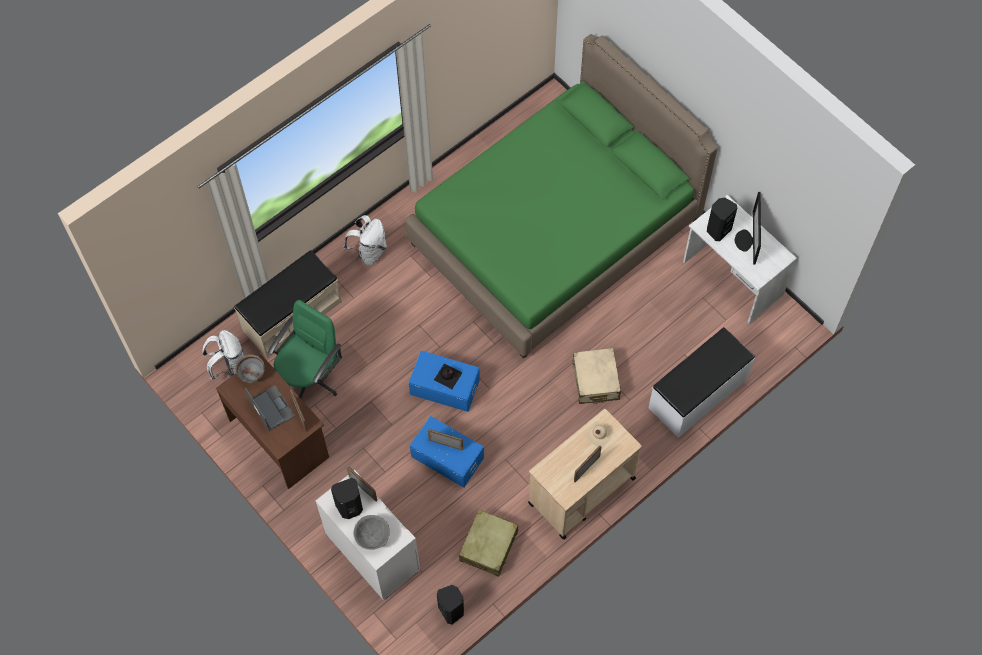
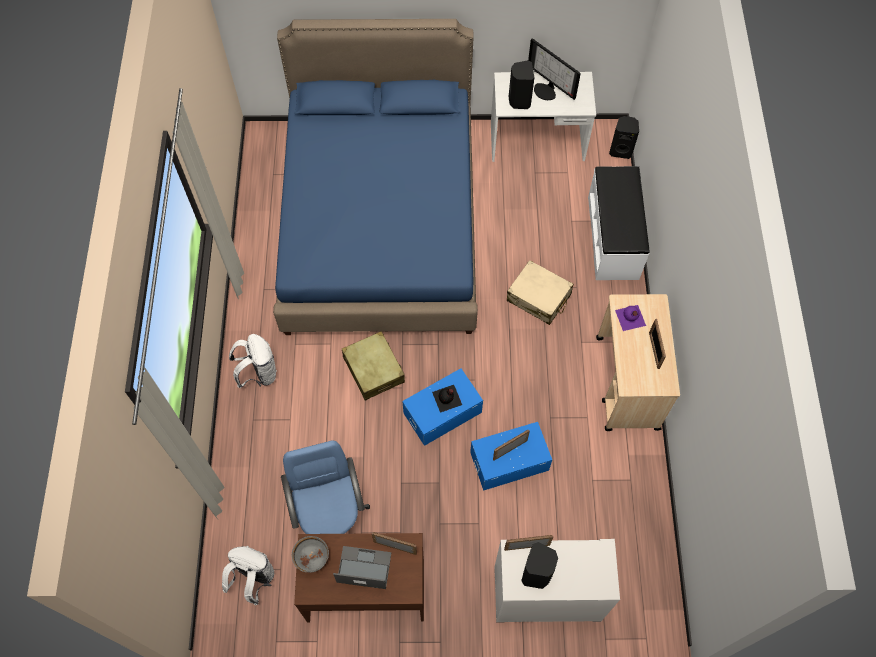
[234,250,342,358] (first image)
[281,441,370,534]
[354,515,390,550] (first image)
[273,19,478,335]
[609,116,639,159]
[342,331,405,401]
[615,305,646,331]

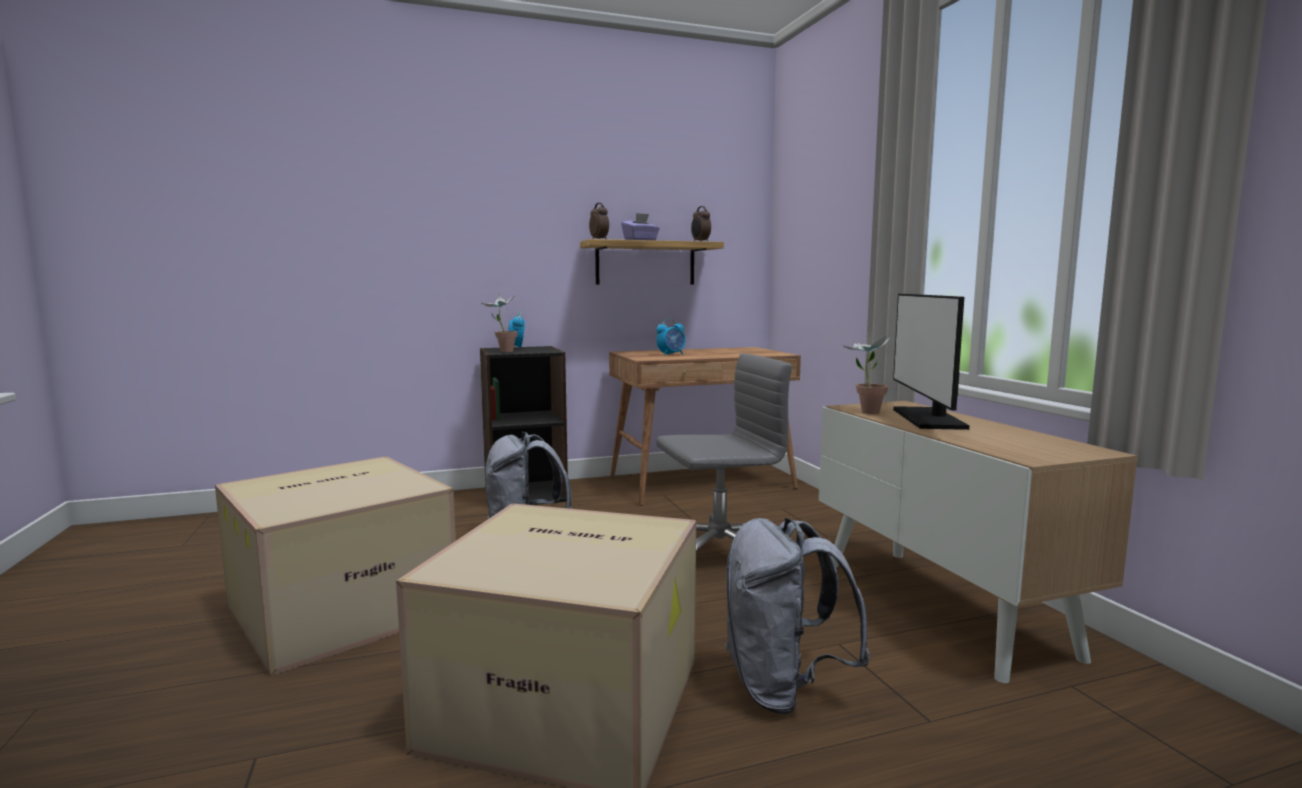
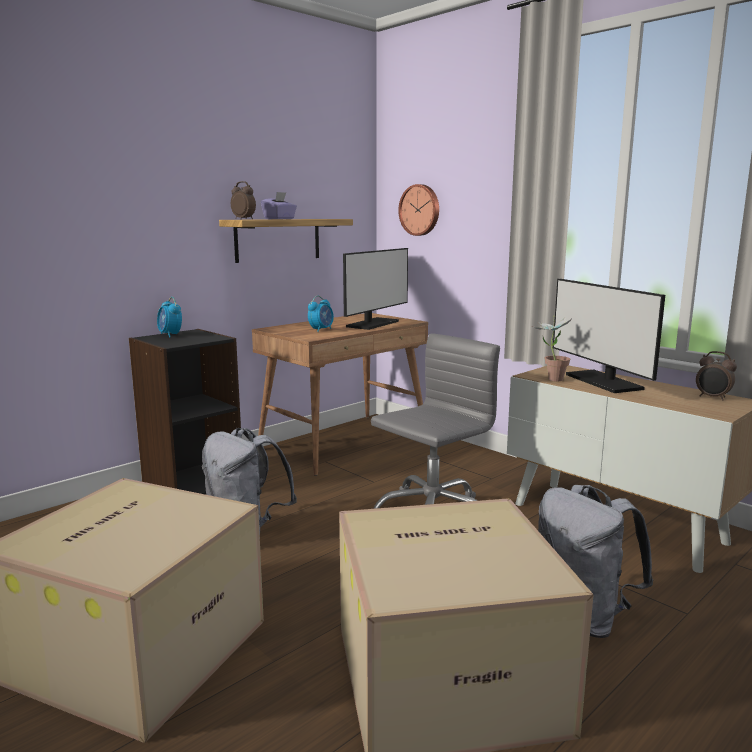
[480,293,518,352] (first image)
[696,351,737,401]
[343,248,408,330]
[398,184,439,236]

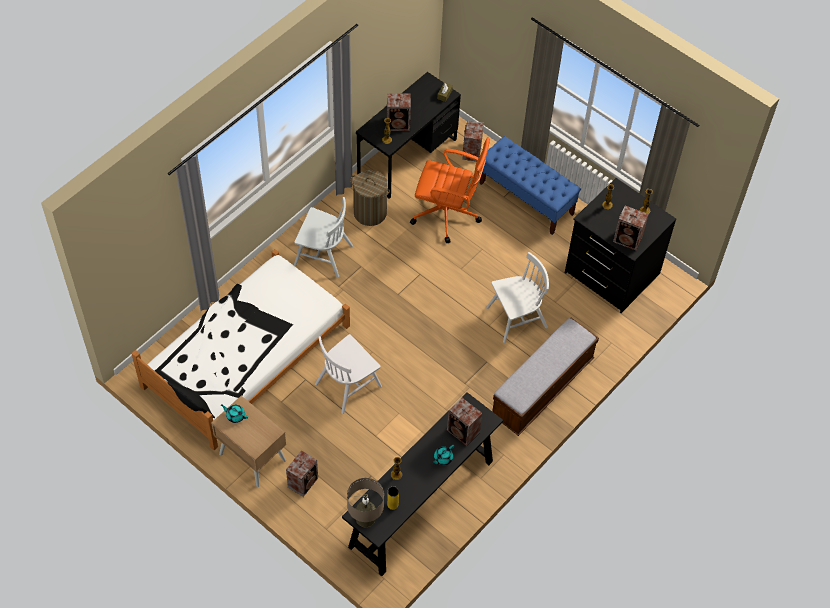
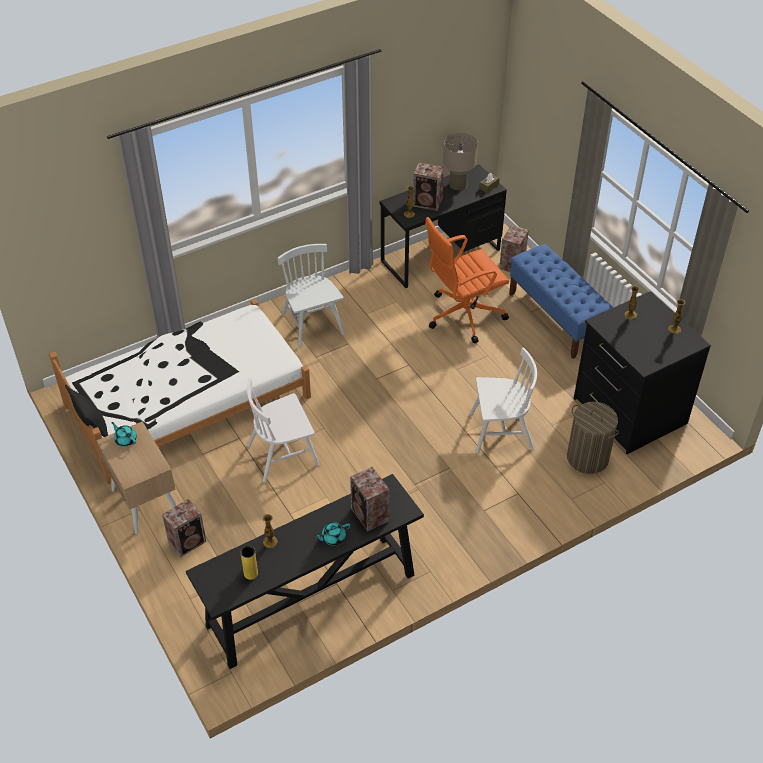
[278,244,345,348]
[443,133,478,190]
[567,402,619,474]
[425,217,509,343]
[492,318,599,436] (first image)
[613,206,649,250] (first image)

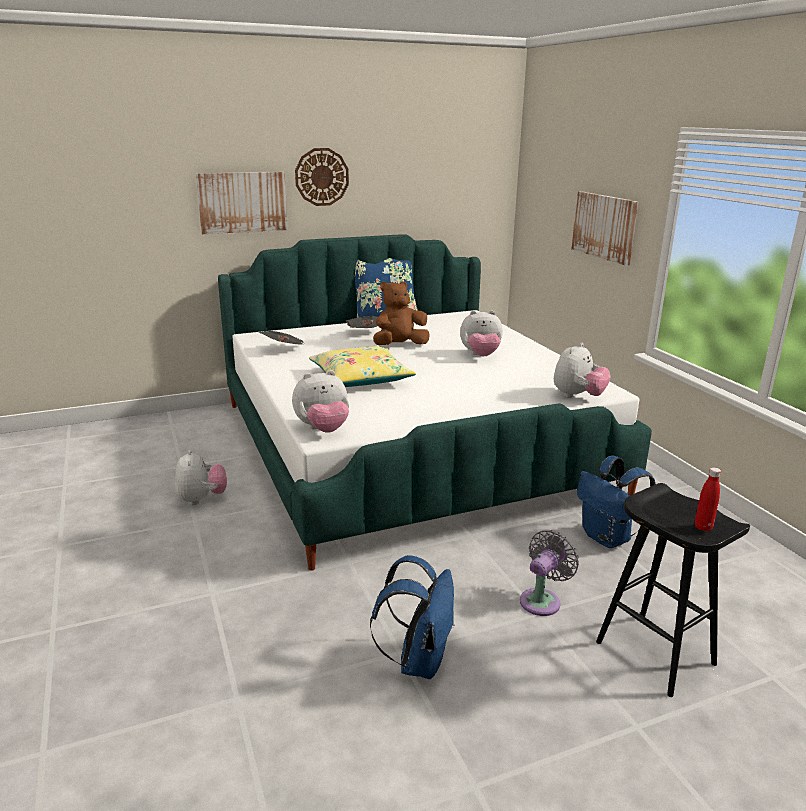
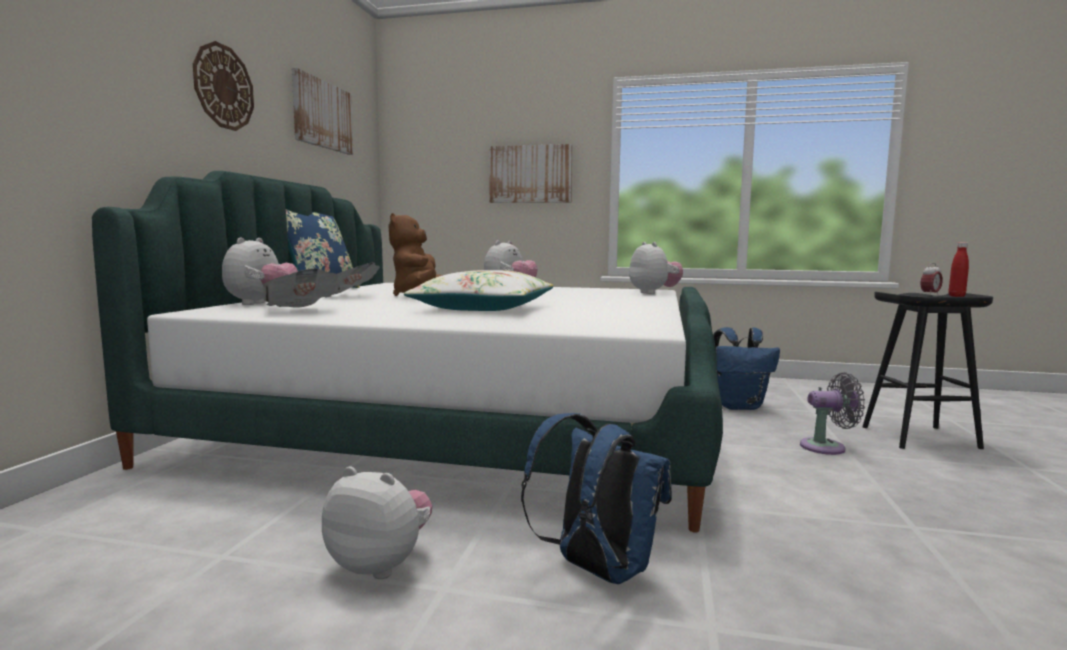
[292,68,353,155]
[222,237,298,305]
[404,270,554,311]
[521,413,672,584]
[800,372,865,455]
[921,263,943,295]

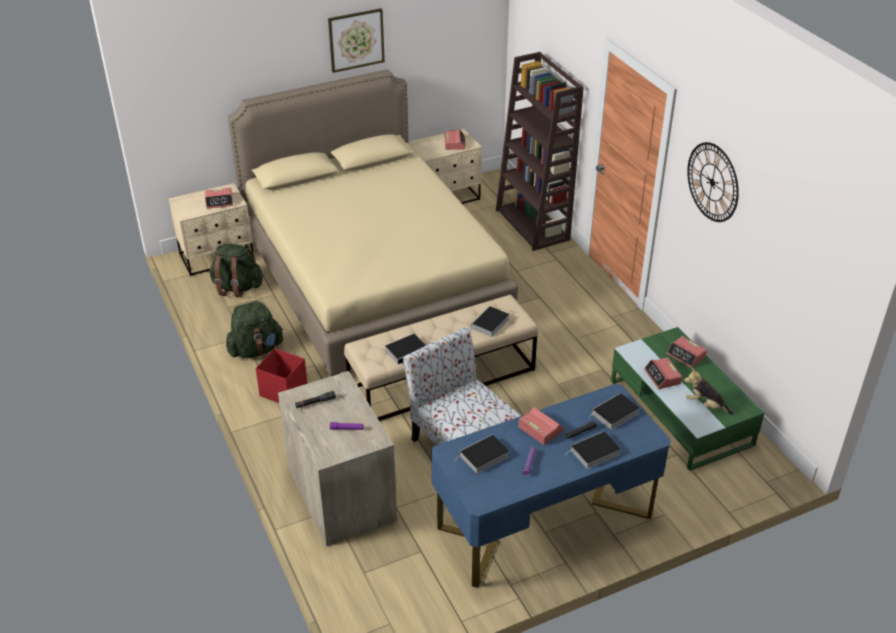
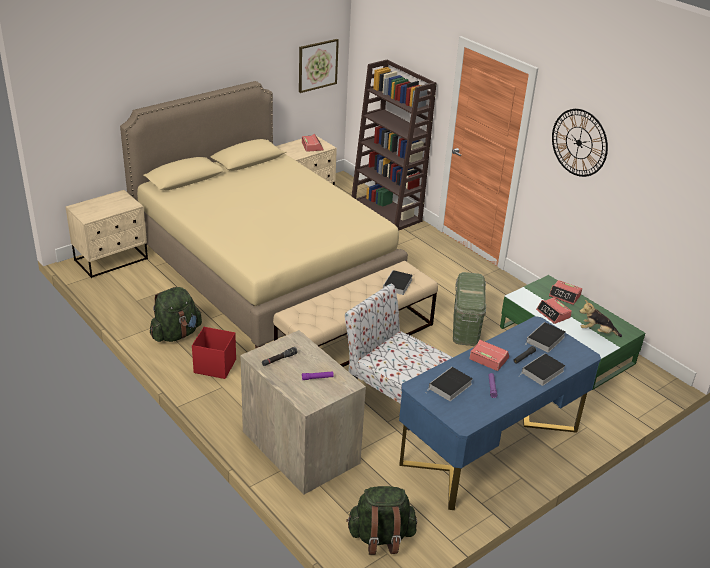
[205,188,233,209] (first image)
[346,486,417,555]
[299,39,339,93]
[385,334,426,364] (first image)
[453,272,486,346]

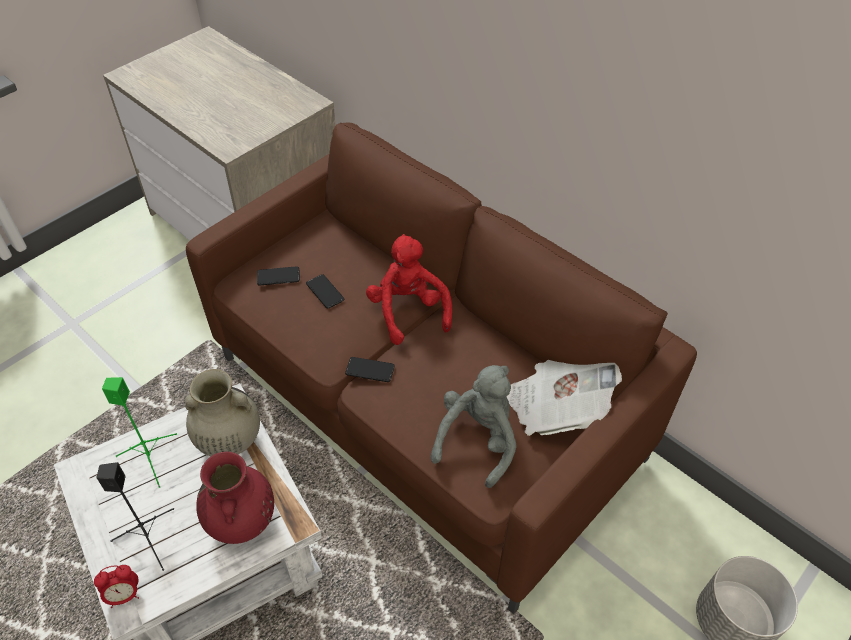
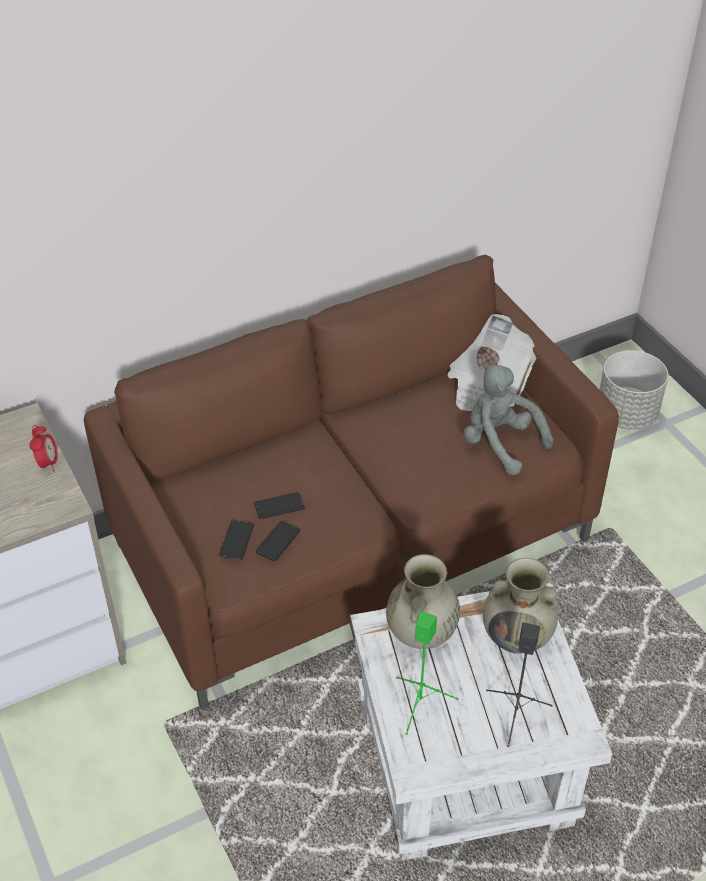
[29,425,58,472]
[483,558,558,654]
[256,521,300,561]
[366,234,452,345] (first image)

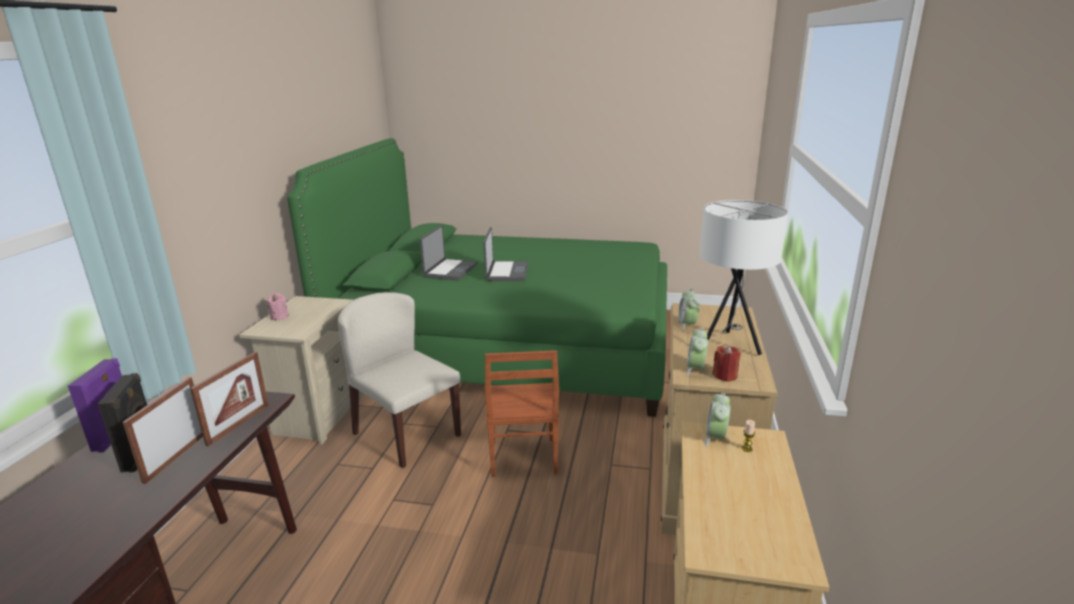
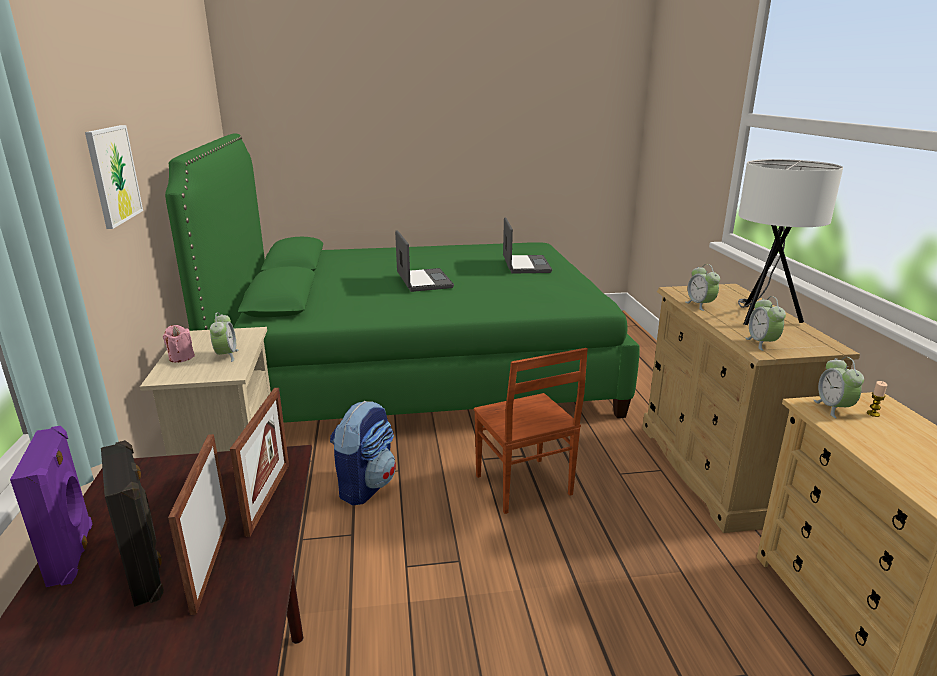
[330,401,396,506]
[503,218,552,274]
[712,346,741,382] (first image)
[85,125,143,229]
[210,312,238,362]

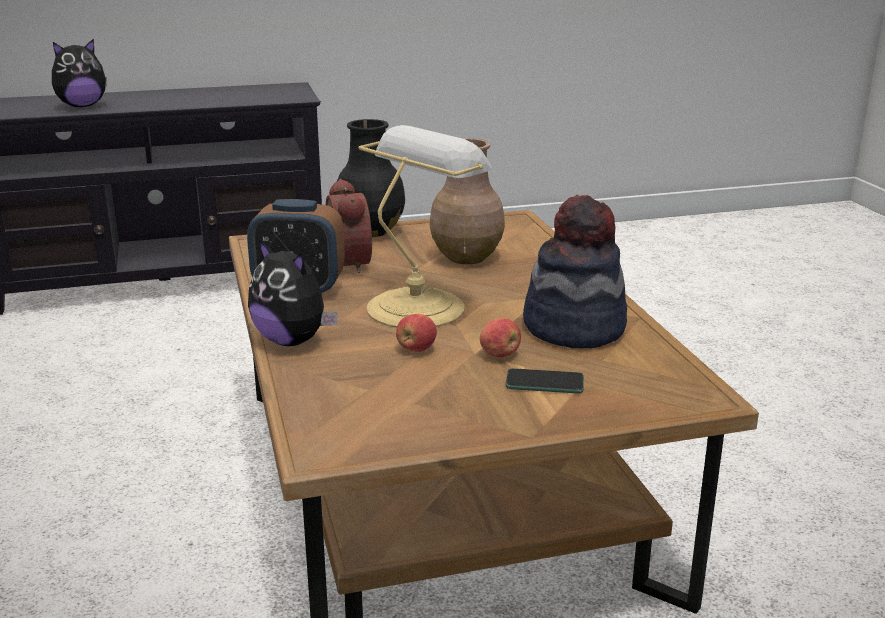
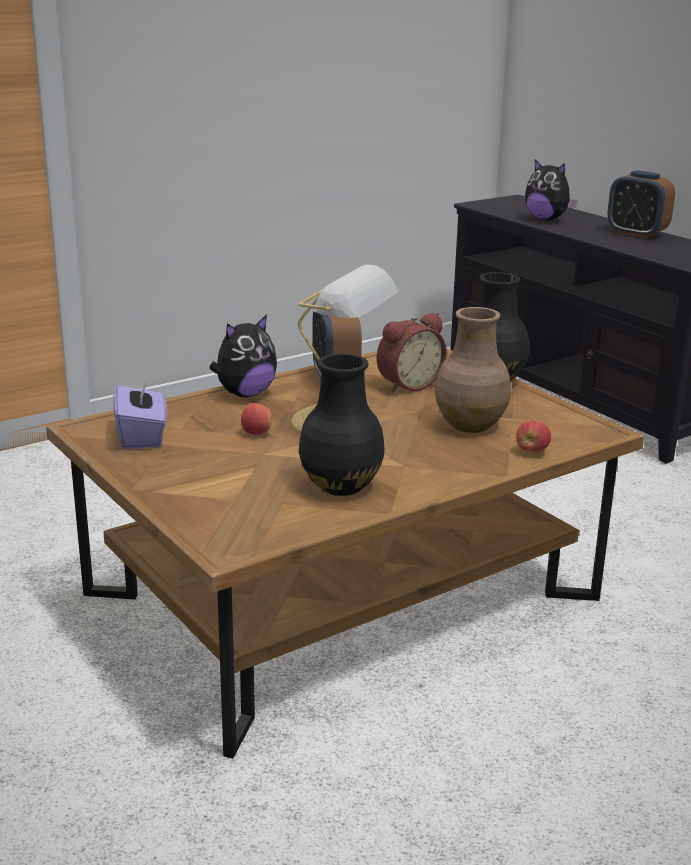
[209,314,277,397]
[516,420,551,453]
[505,368,584,394] (first image)
[299,354,385,496]
[113,378,167,449]
[607,170,675,238]

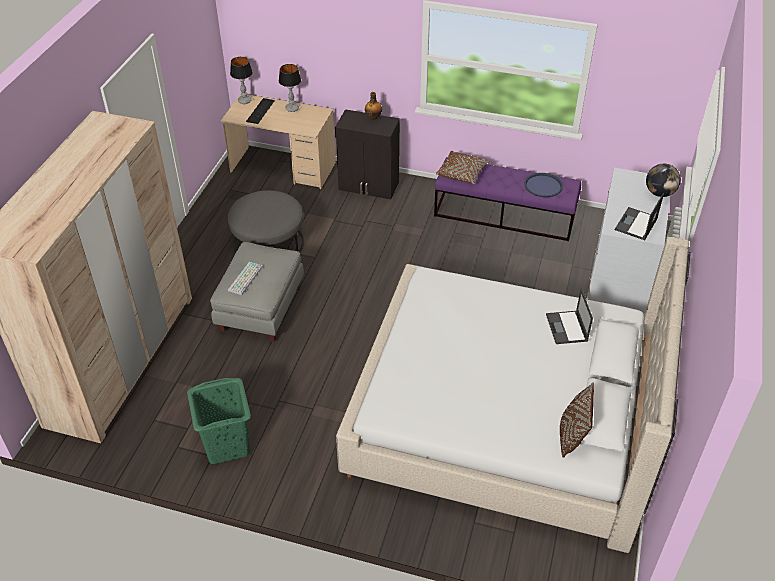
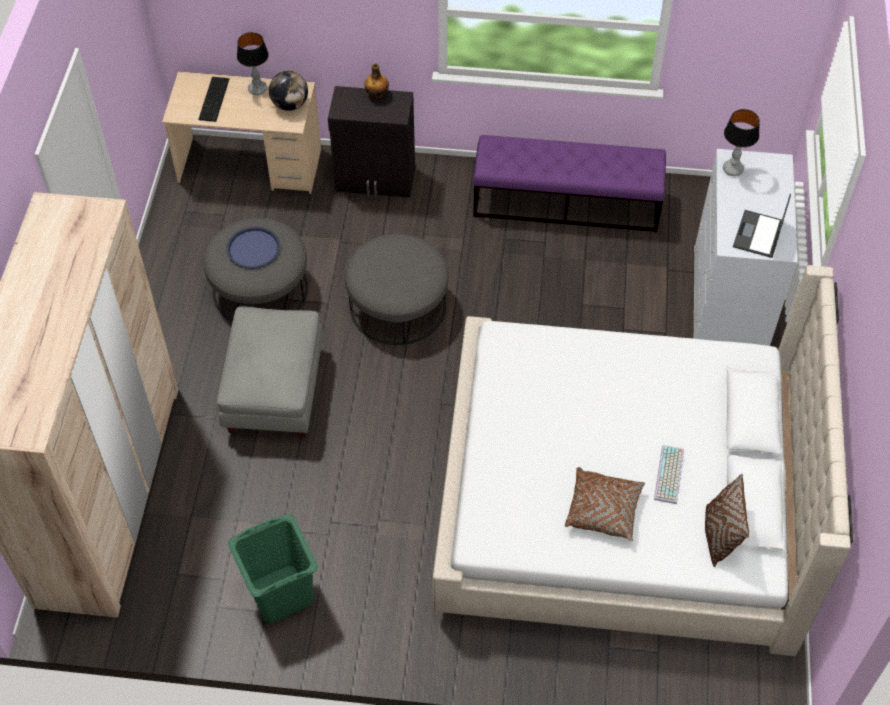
[654,445,684,504]
[723,109,760,176]
[565,467,645,541]
[226,226,280,269]
[546,289,593,344] (first image)
[269,71,308,111]
[345,234,449,345]

